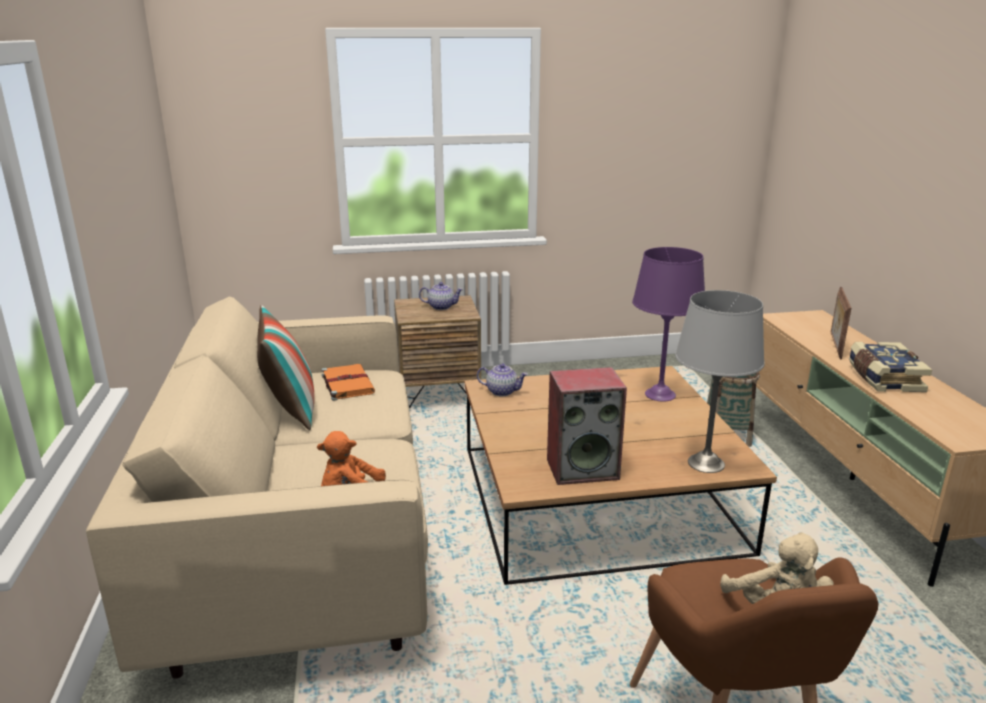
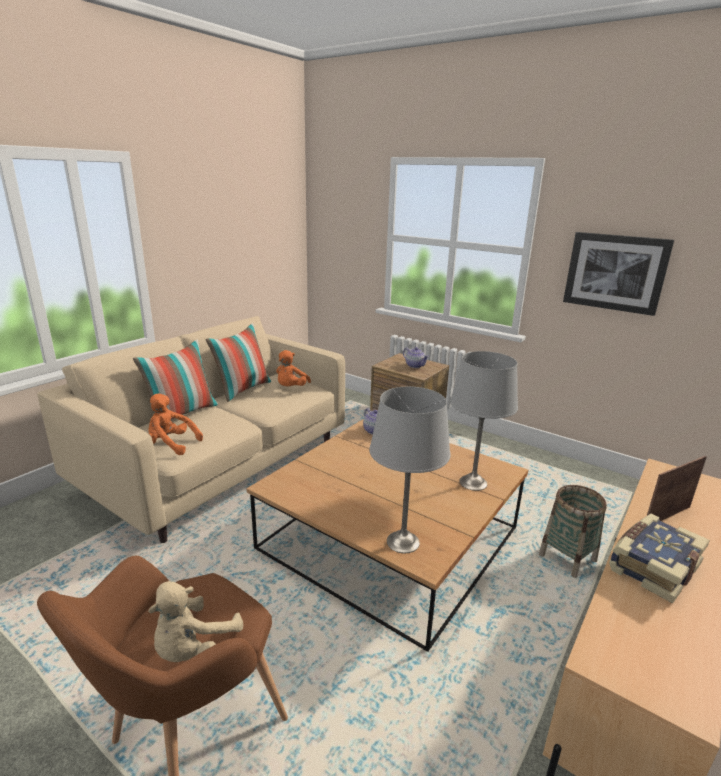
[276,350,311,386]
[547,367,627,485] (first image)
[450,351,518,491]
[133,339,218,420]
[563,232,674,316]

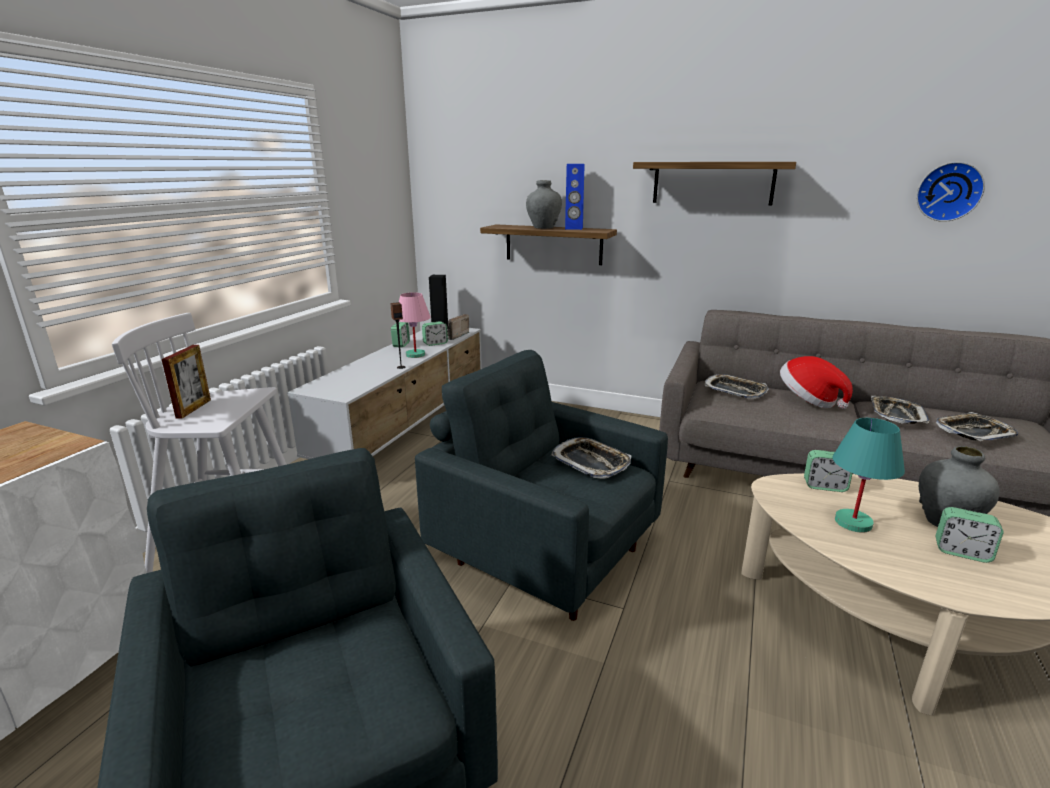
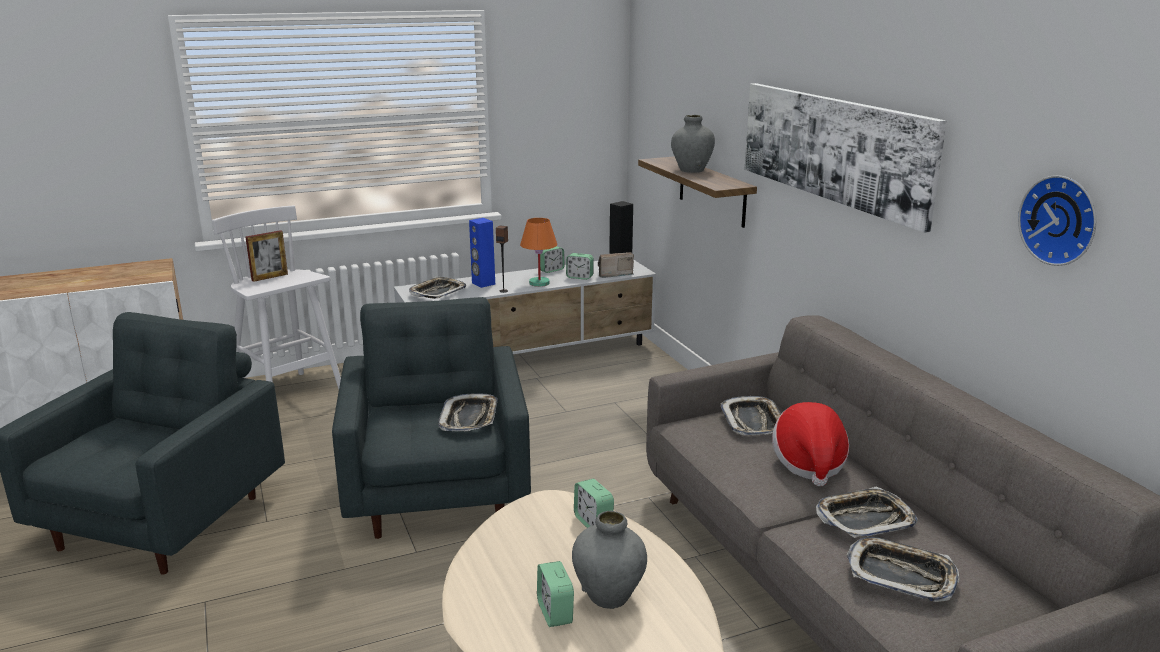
[520,218,557,287]
[469,218,495,288]
[744,83,947,233]
[833,418,905,533] (first image)
[409,277,466,299]

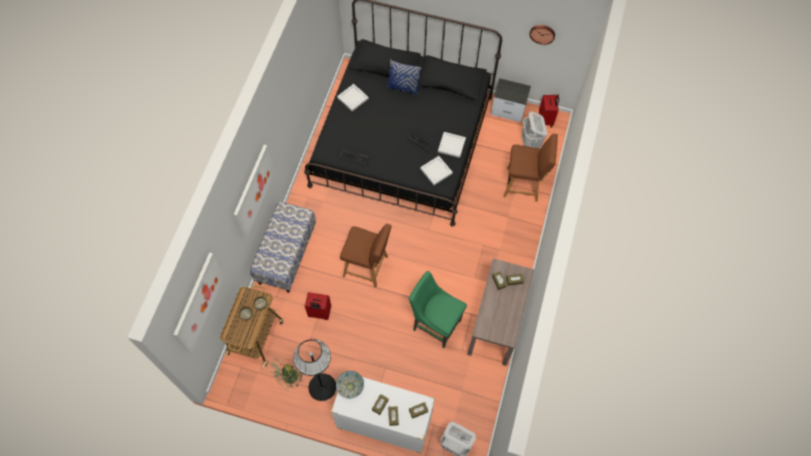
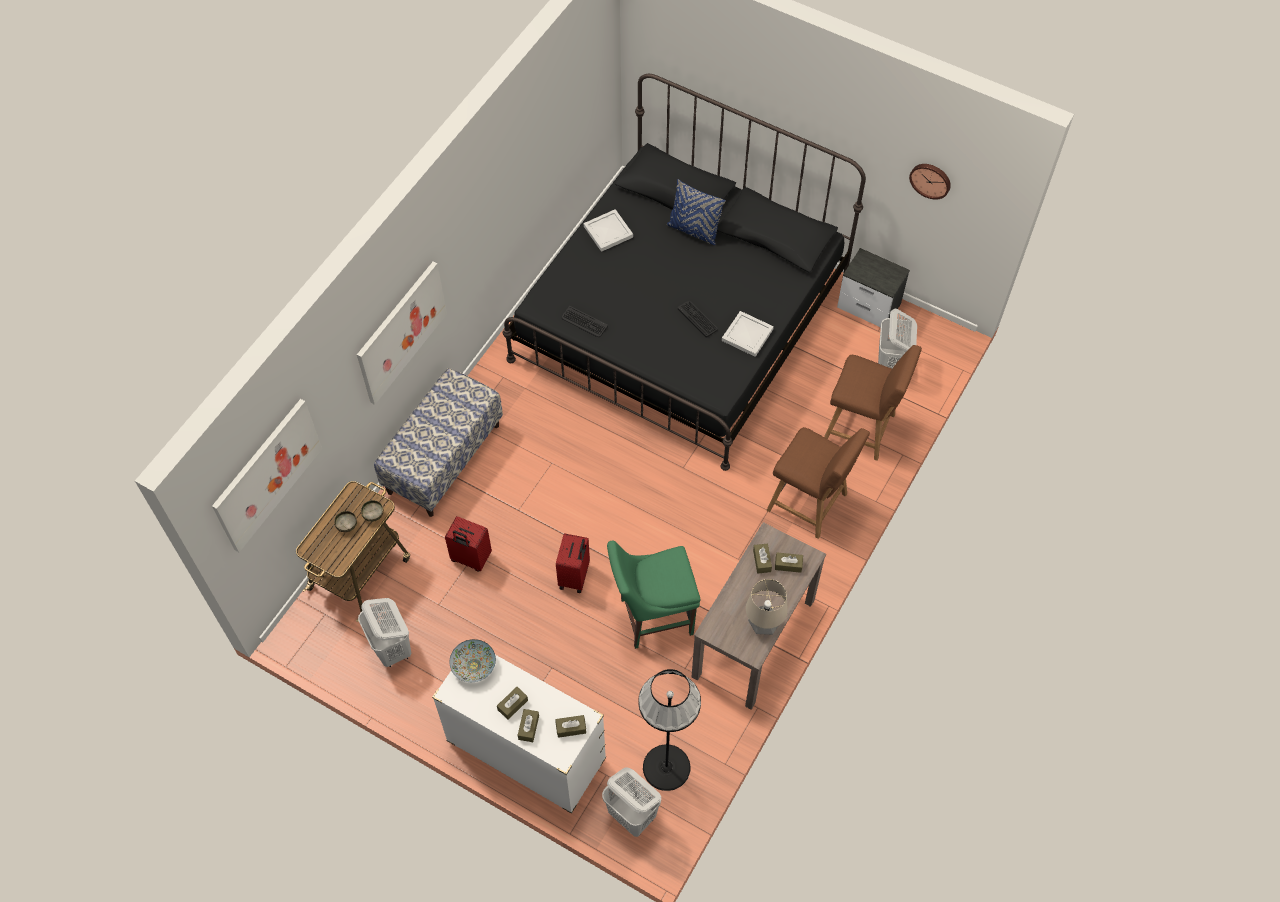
[358,598,411,667]
[638,669,701,791]
[766,427,870,539]
[607,540,700,649]
[420,156,453,185] (first image)
[556,533,590,593]
[746,579,788,635]

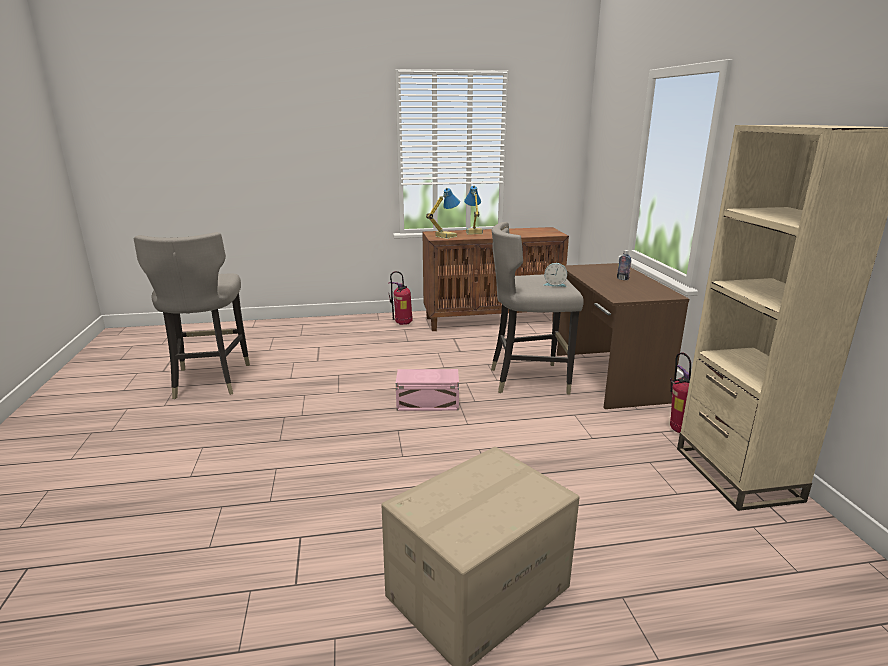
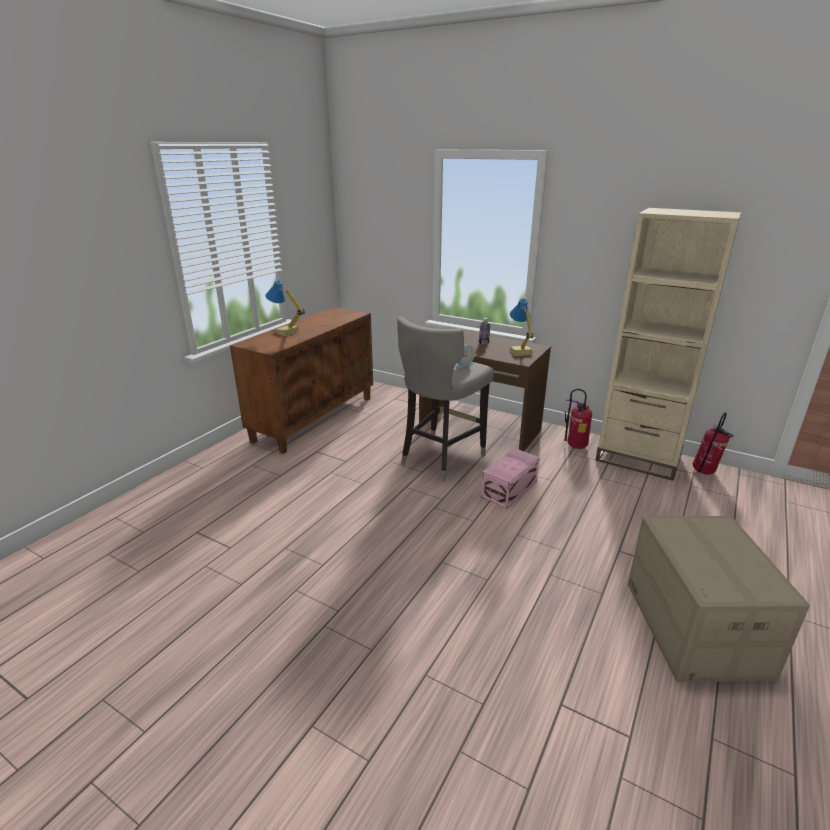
[134,232,250,399] (first image)
[693,412,734,475]
[481,448,540,508]
[510,298,533,356]

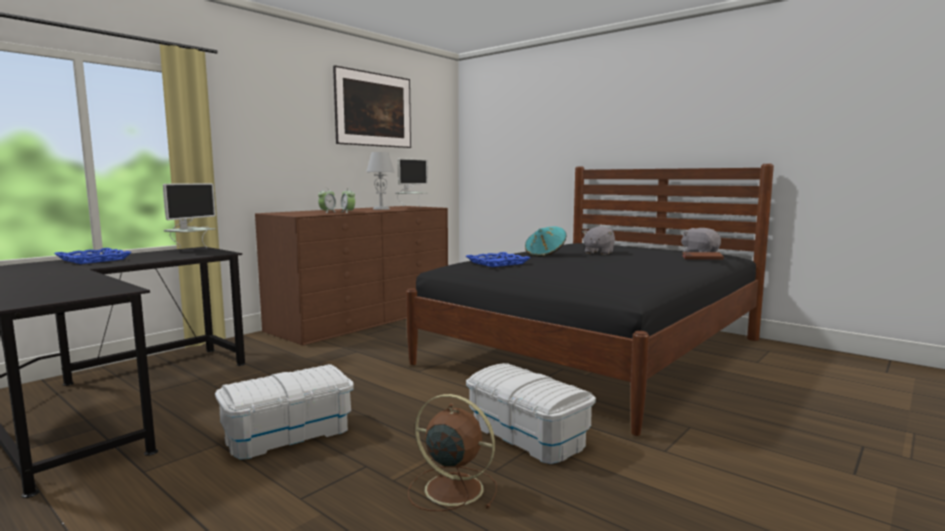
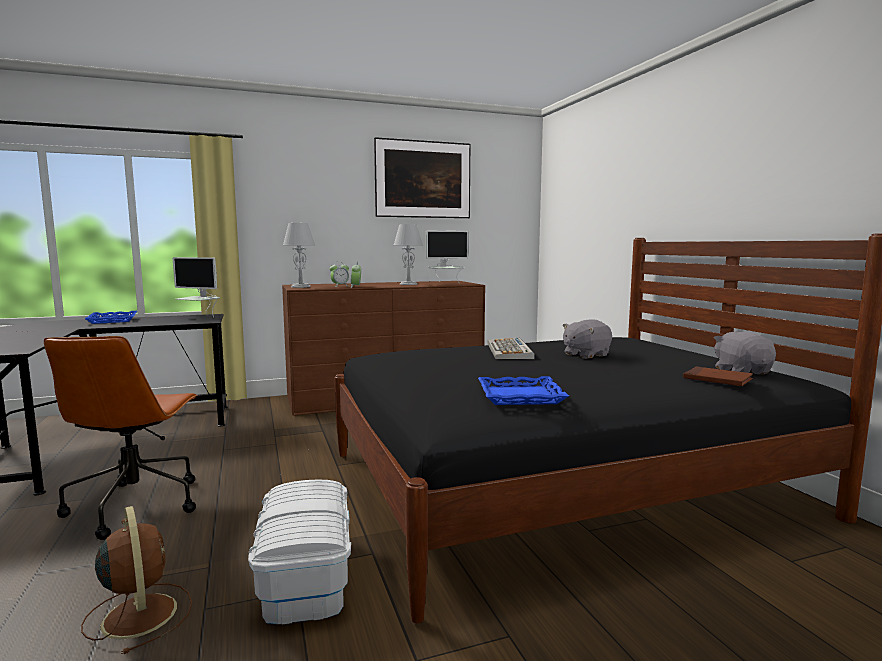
[173,257,220,318]
[44,336,198,540]
[478,376,569,405]
[487,338,535,359]
[283,223,315,288]

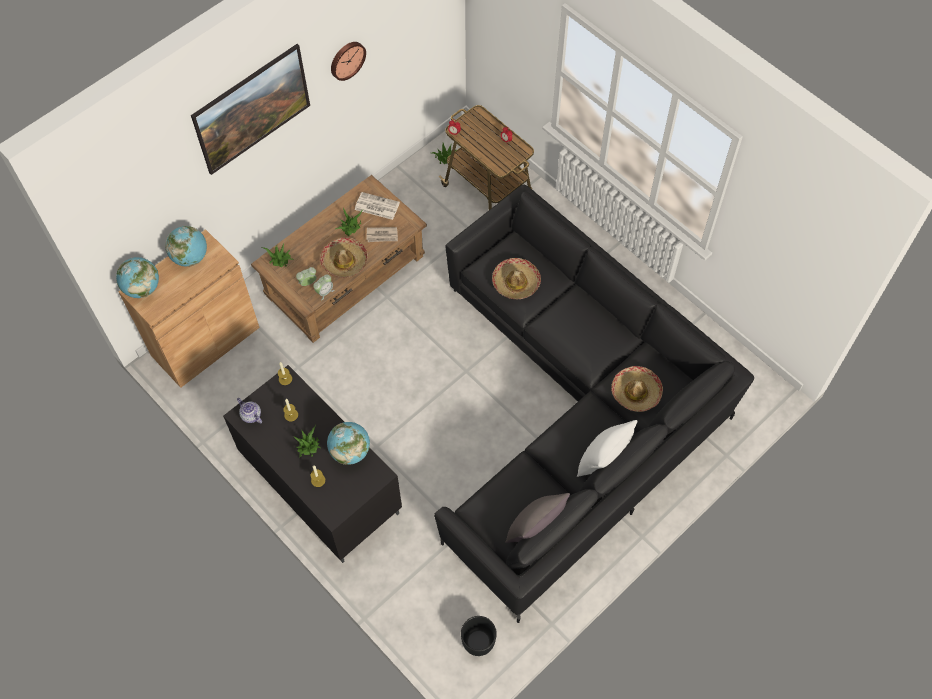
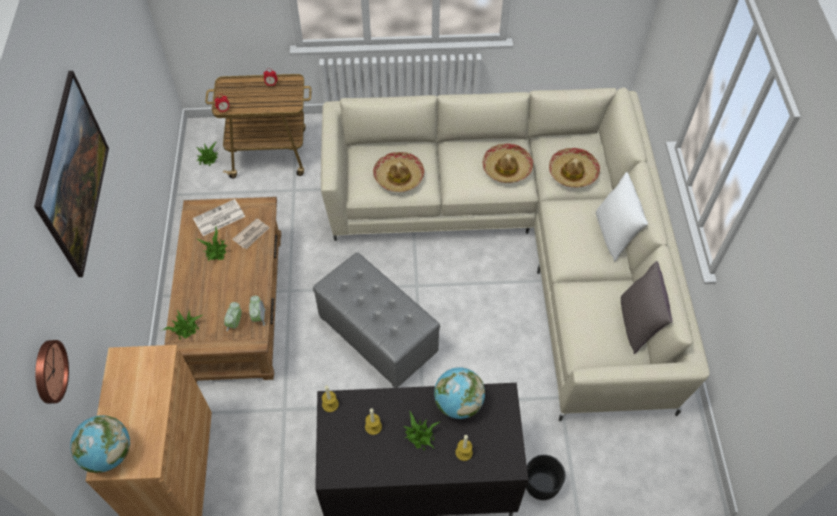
[165,226,207,267] (first image)
[237,398,262,424] (first image)
[482,143,533,183]
[35,340,69,404]
[321,87,710,421]
[526,455,565,500]
[313,252,440,388]

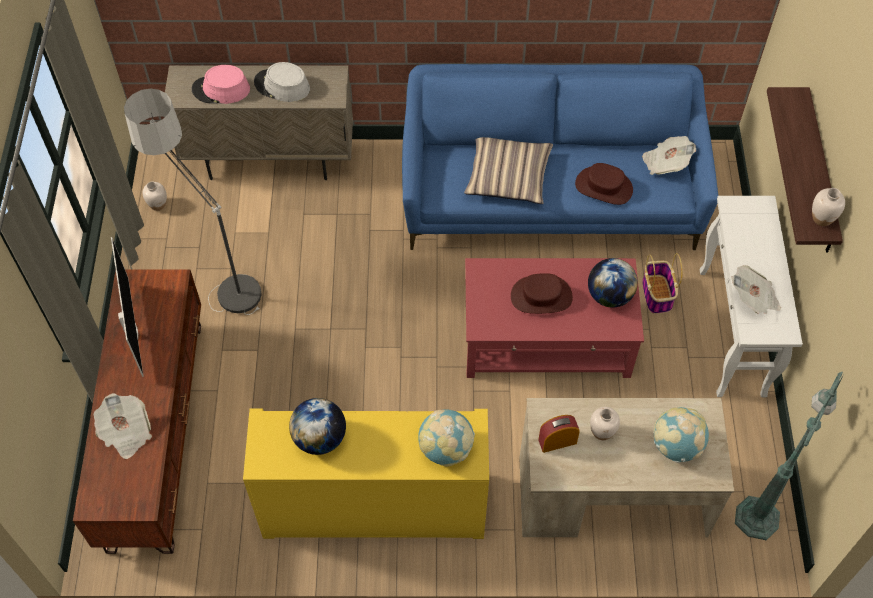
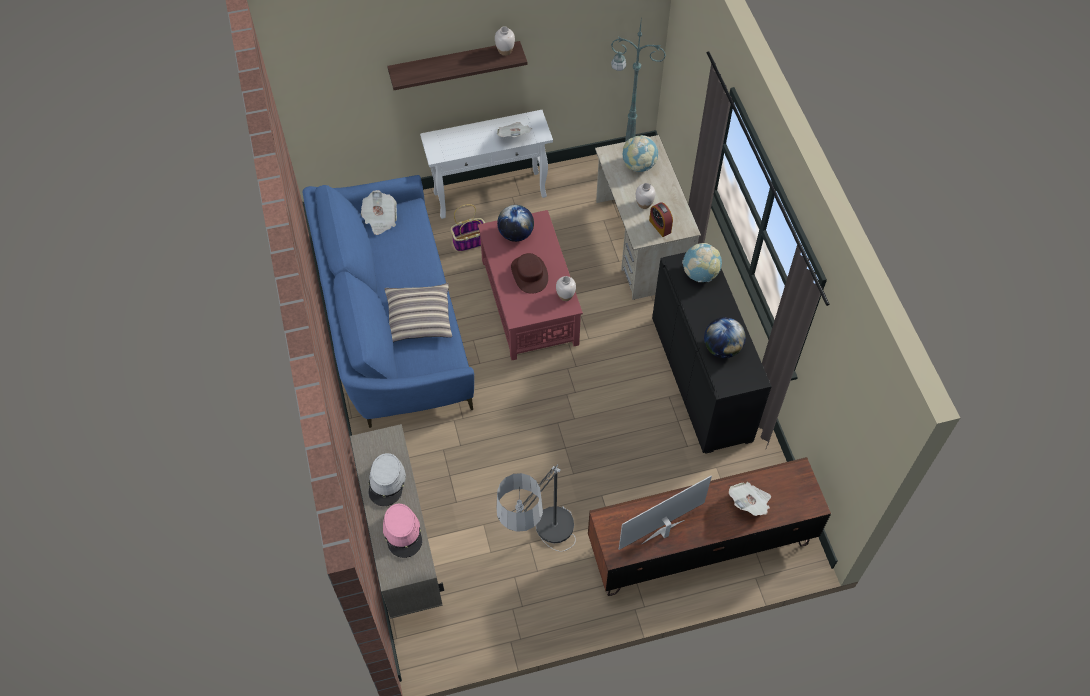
[556,276,576,301]
[652,252,772,454]
[575,163,633,205] (first image)

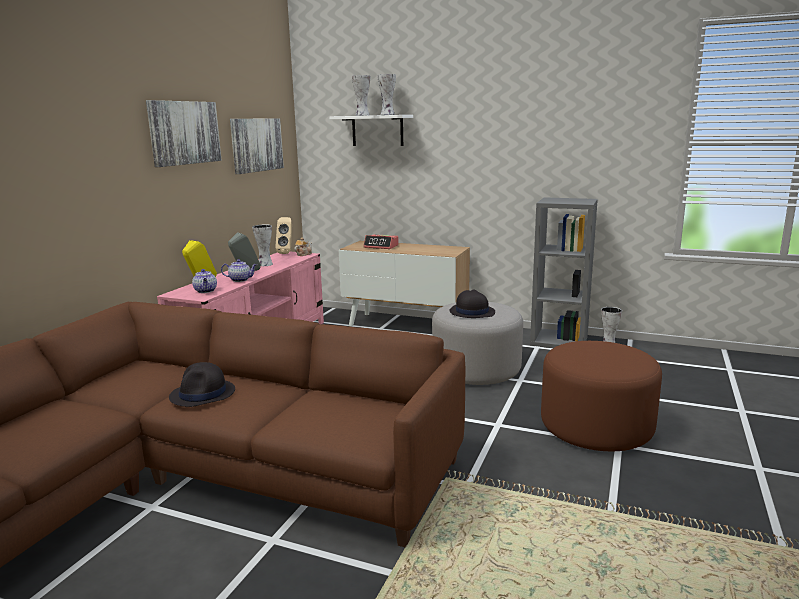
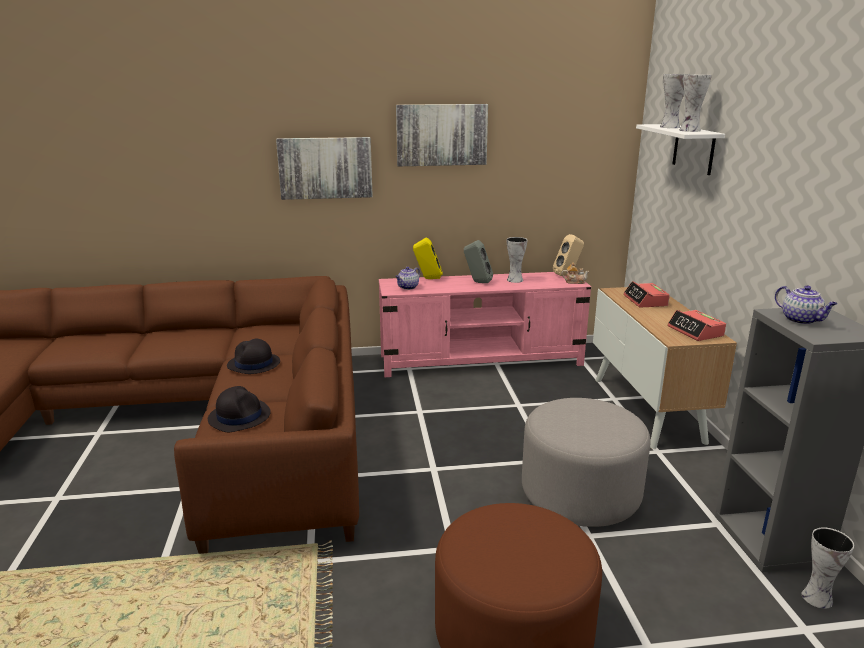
[775,286,837,325]
[276,137,373,200]
[208,386,271,432]
[667,310,726,341]

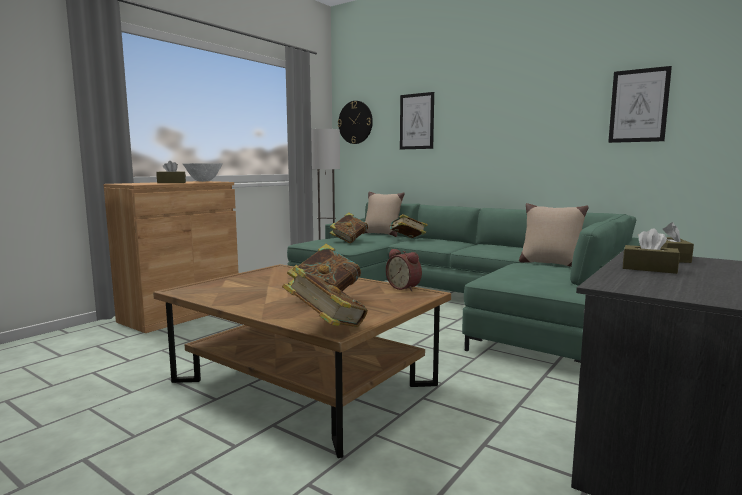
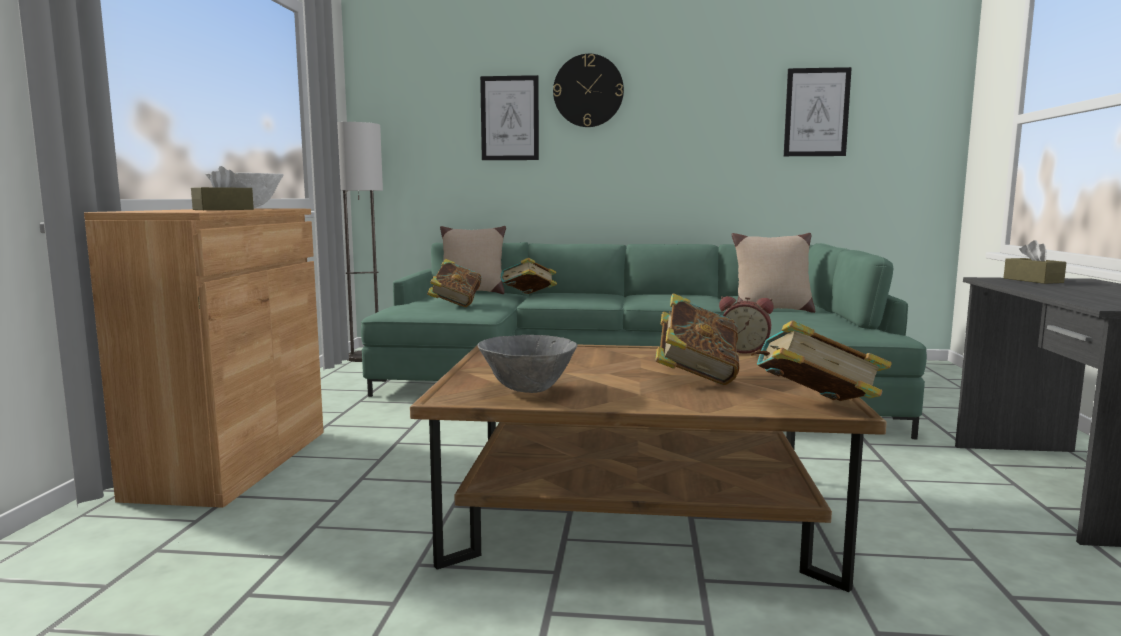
[553,54,624,127]
[623,228,680,274] (first image)
[477,335,578,393]

